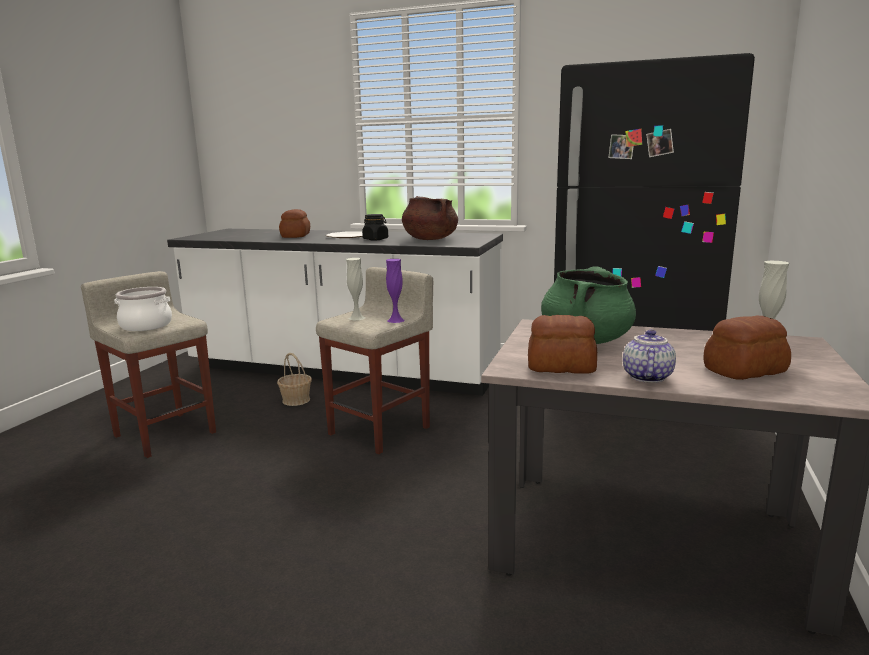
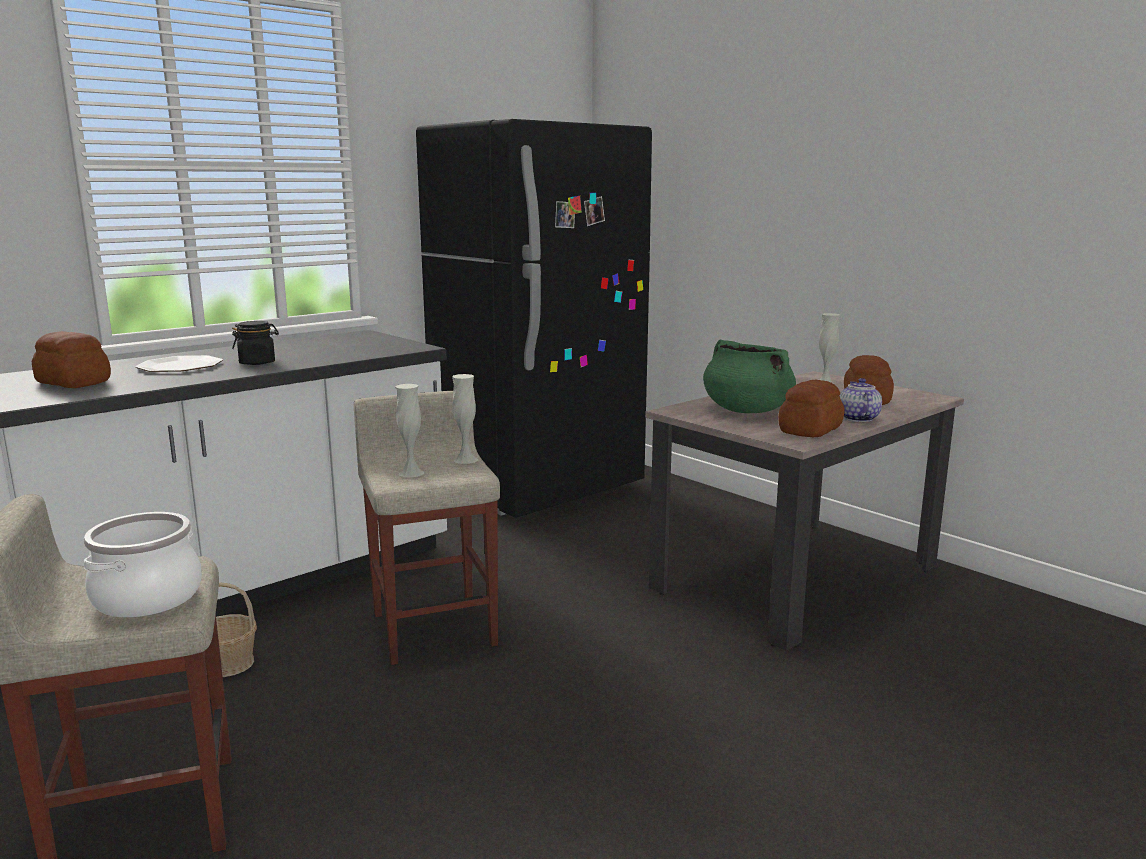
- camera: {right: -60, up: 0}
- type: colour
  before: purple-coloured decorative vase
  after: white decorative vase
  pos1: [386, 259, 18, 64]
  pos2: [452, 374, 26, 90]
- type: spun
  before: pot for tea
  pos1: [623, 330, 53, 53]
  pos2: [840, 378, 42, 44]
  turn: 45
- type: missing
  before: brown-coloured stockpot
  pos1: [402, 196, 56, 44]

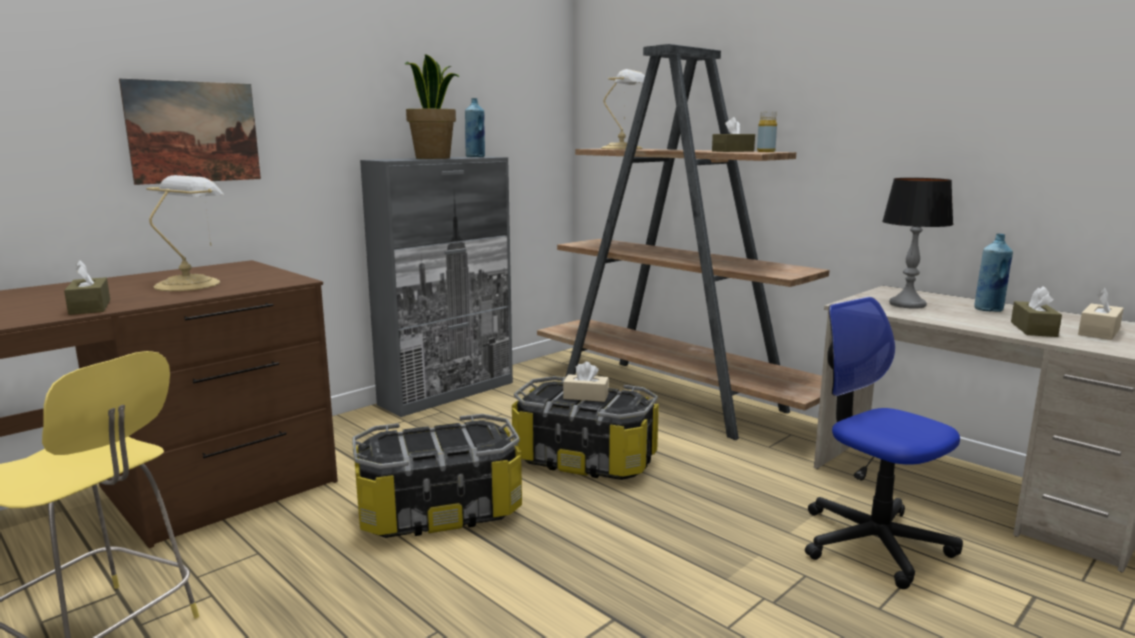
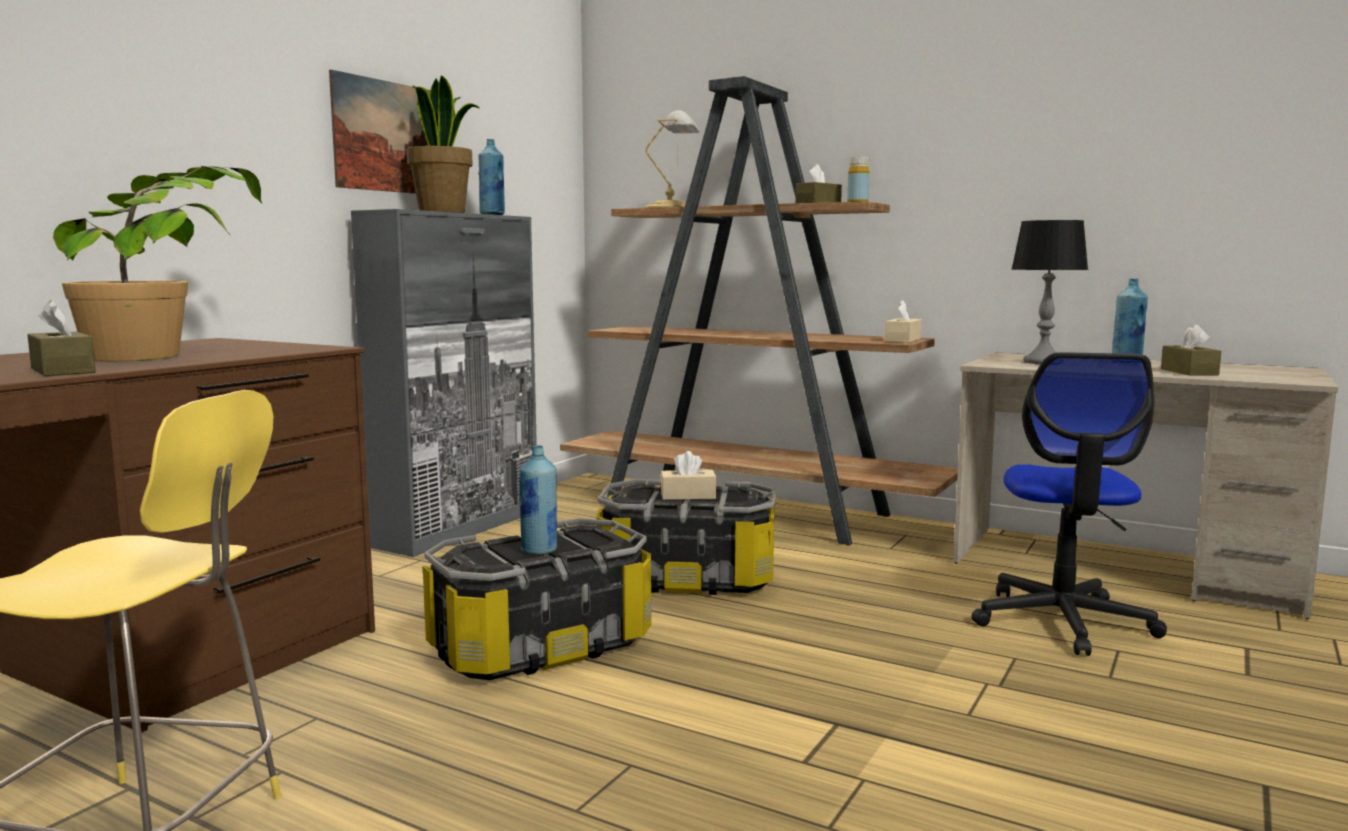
- camera: {right: -15, up: -5}
- type: exchanged
  before: table lamp
  after: potted plant
  pos1: [146, 175, 78, 116]
  pos2: [53, 166, 209, 195]
- type: relocated
  before: picture
  pos1: [119, 79, 142, 106]
  pos2: [329, 70, 101, 124]
- type: appeared
  after: blue drink bottle
  pos2: [519, 445, 38, 110]
- type: relocated
  before: beige tissue box
  pos1: [1078, 288, 46, 52]
  pos2: [885, 300, 37, 43]
- type: spun
  before: computer chair
  pos1: [805, 297, 158, 292]
  pos2: [971, 352, 196, 304]
  turn: -120

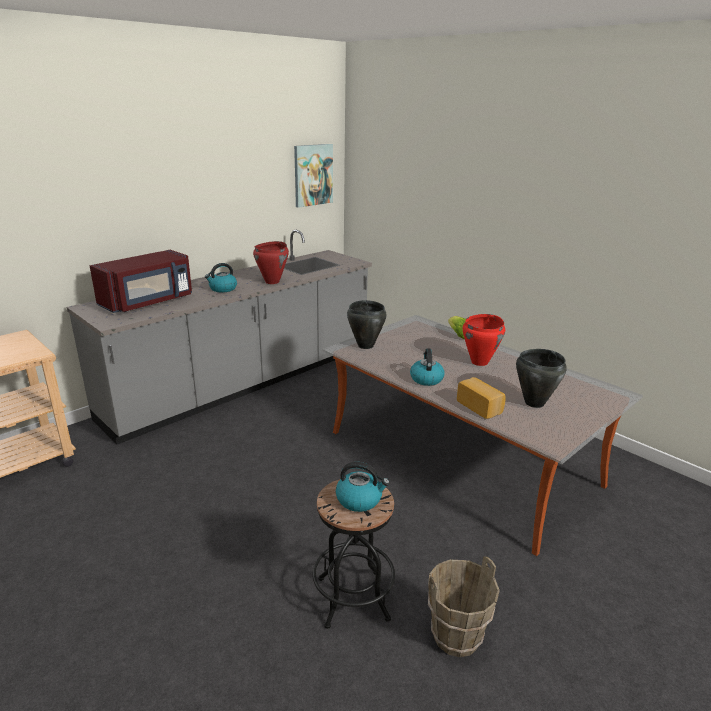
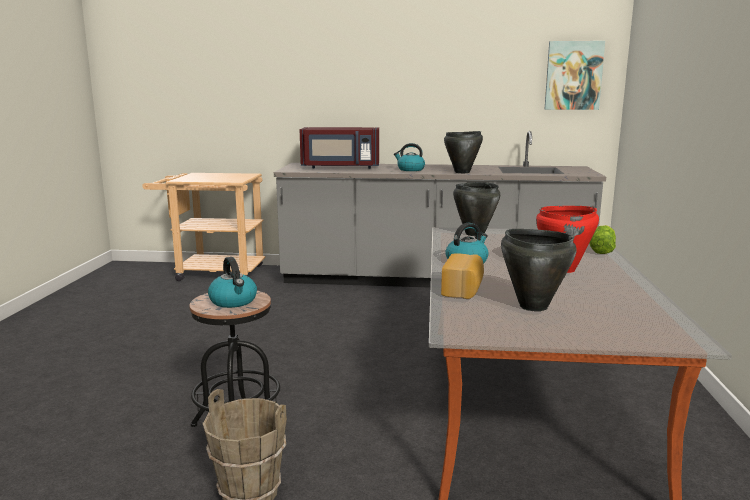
- camera: {right: 50, up: -10}
- type: colour
  before: red-coloured stockpot
  after: black stockpot
  pos1: [253, 241, 36, 43]
  pos2: [444, 131, 39, 42]

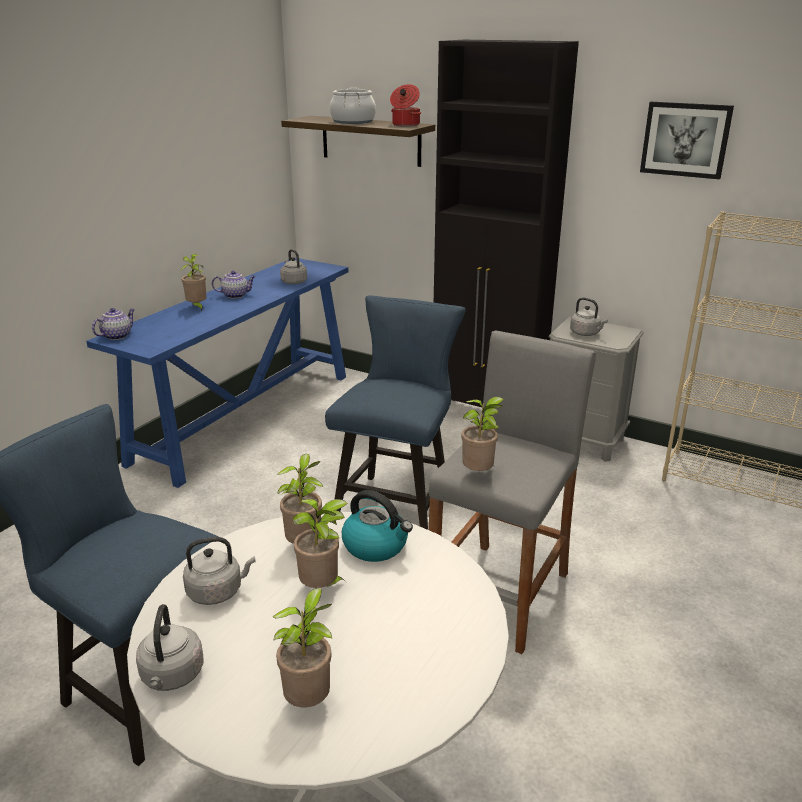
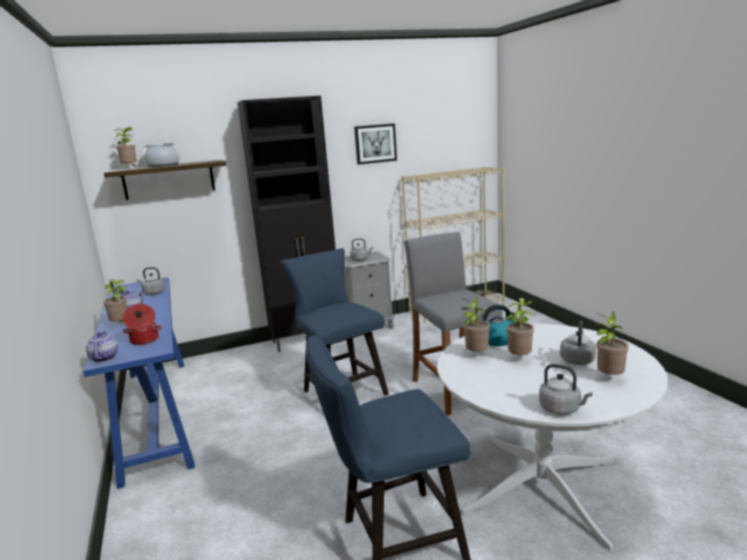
- camera: {right: -50, up: -10}
- type: relocated
  before: potted plant
  pos1: [461, 397, 43, 74]
  pos2: [115, 127, 22, 39]
- type: relocated
  before: stockpot
  pos1: [390, 84, 31, 43]
  pos2: [123, 304, 39, 41]
- type: relocated
  before: grey water kettle
  pos1: [183, 537, 73, 68]
  pos2: [560, 321, 36, 44]

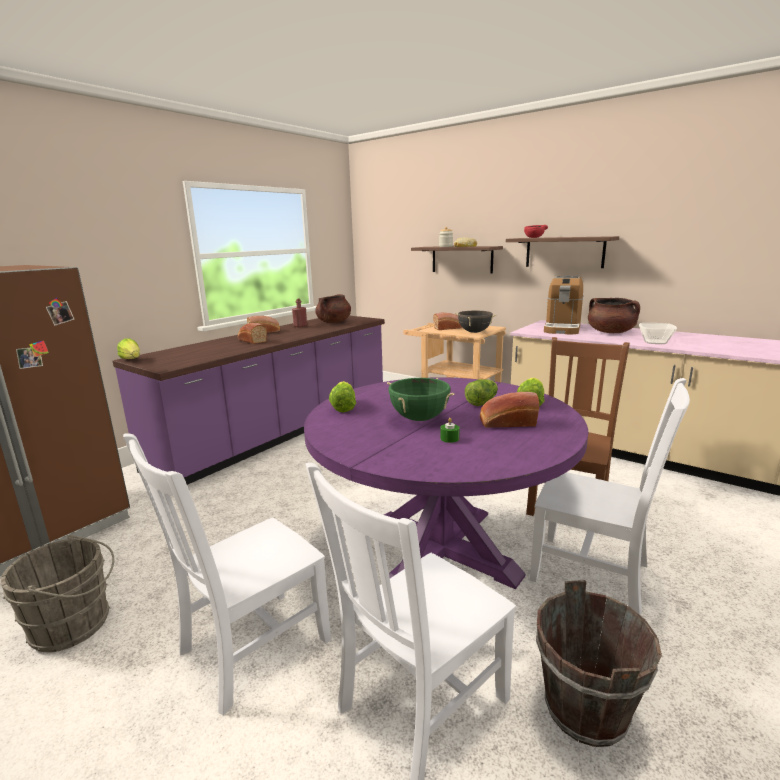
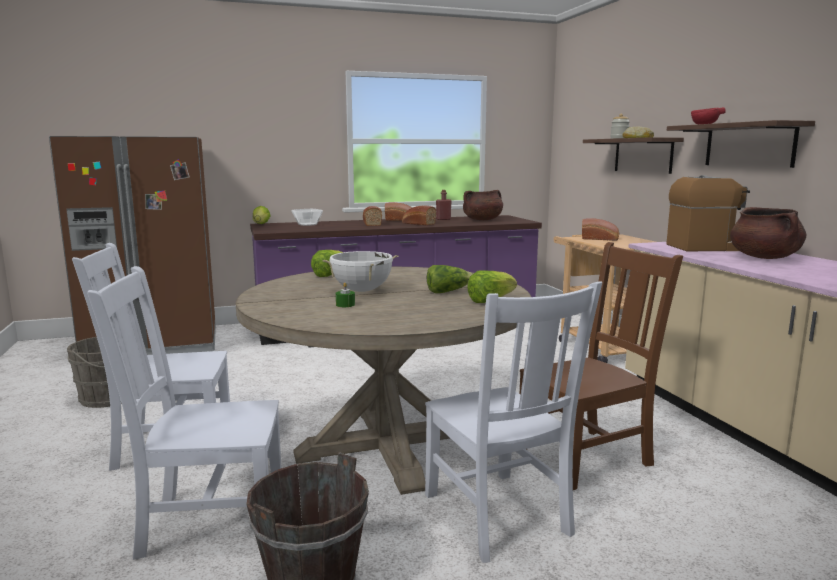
- camera: {right: 35, up: -5}
- type: colour
  before: purple-coloured dinner table
  after: beige dinner table
  pos1: [304, 377, 284, 212]
  pos2: [236, 267, 295, 228]
- type: relocated
  before: serving bowl
  pos1: [639, 323, 38, 21]
  pos2: [291, 209, 32, 17]
- type: colour
  before: greenish stockpot
  after: white stockpot
  pos1: [387, 378, 68, 43]
  pos2: [322, 251, 77, 41]
- type: relocated
  before: bread
  pos1: [480, 392, 59, 36]
  pos2: [402, 206, 34, 19]
- type: spun
  before: coffee brewer
  pos1: [544, 275, 39, 60]
  pos2: [666, 175, 84, 76]
  turn: -150
- type: missing
  before: black stockpot
  pos1: [455, 311, 41, 22]

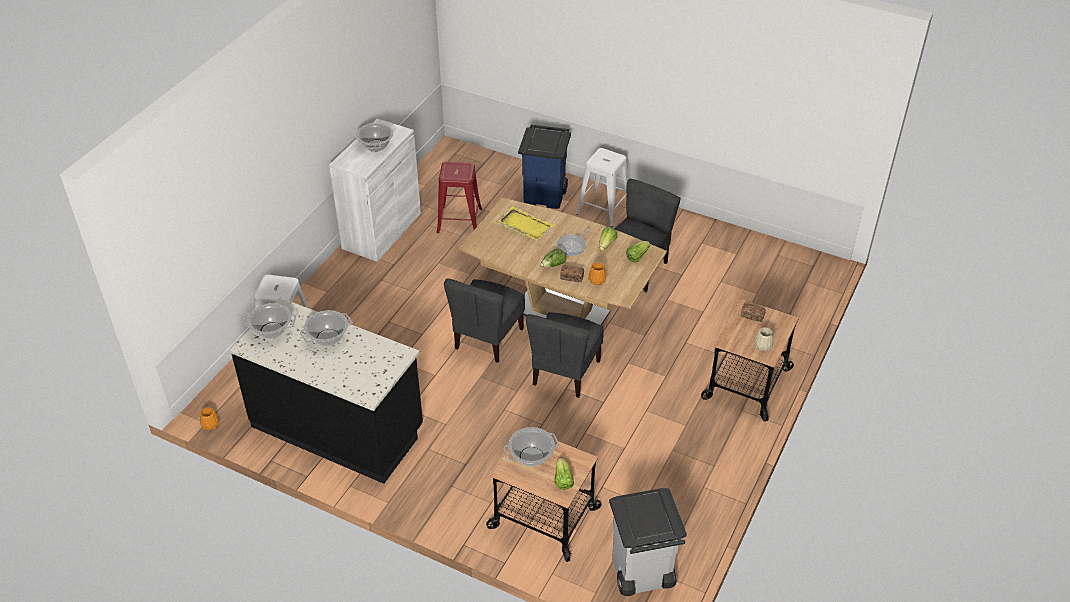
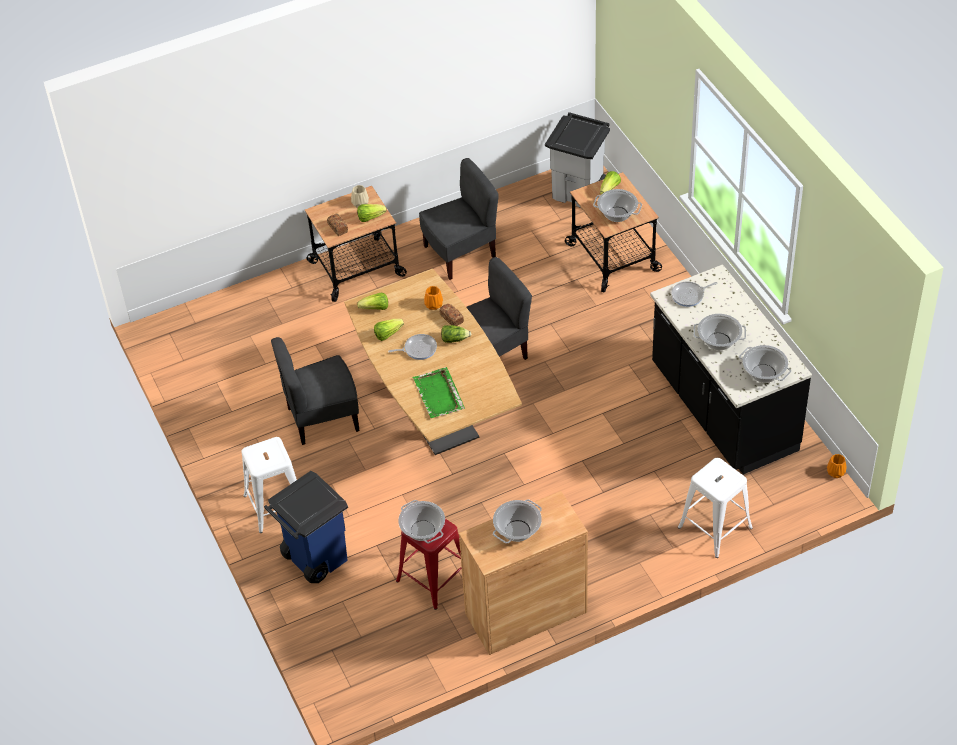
- camera: {right: -140, up: 5}
- type: appeared
  after: lettuce head
  pos2: [357, 204, 30, 18]
- type: appeared
  after: stockpot
  pos2: [398, 500, 47, 43]
- type: colour
  before: yellow-coloured serving tray
  after: greenish serving tray
  pos1: [496, 206, 59, 35]
  pos2: [413, 367, 52, 51]
- type: relocated
  before: grey chair
  pos1: [444, 279, 81, 84]
  pos2: [419, 158, 80, 122]
- type: colour
  before: white cupboard
  after: brown-coloured cupboard
  pos1: [329, 119, 92, 143]
  pos2: [459, 491, 129, 164]
- type: appeared
  after: skillet
  pos2: [671, 281, 47, 26]

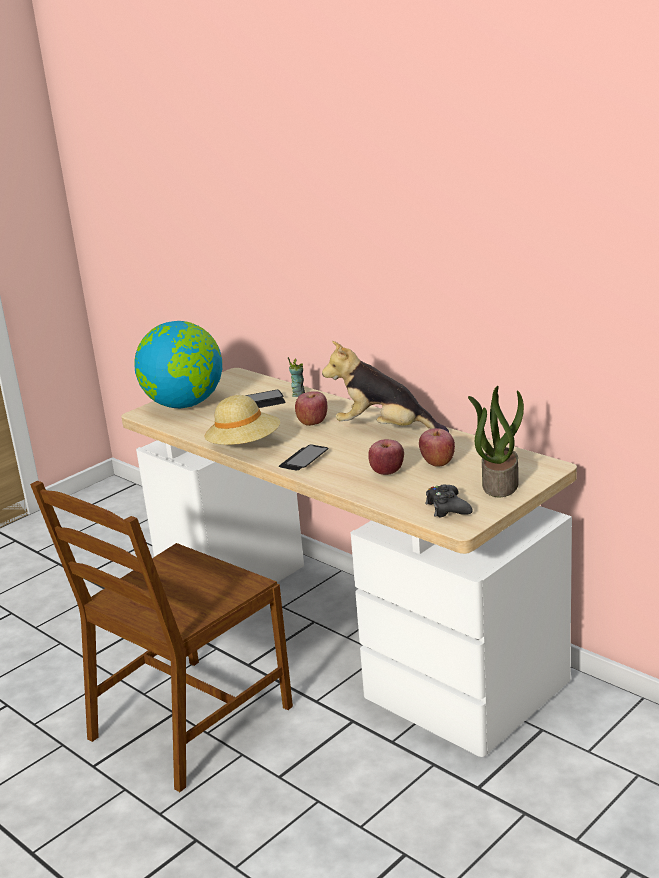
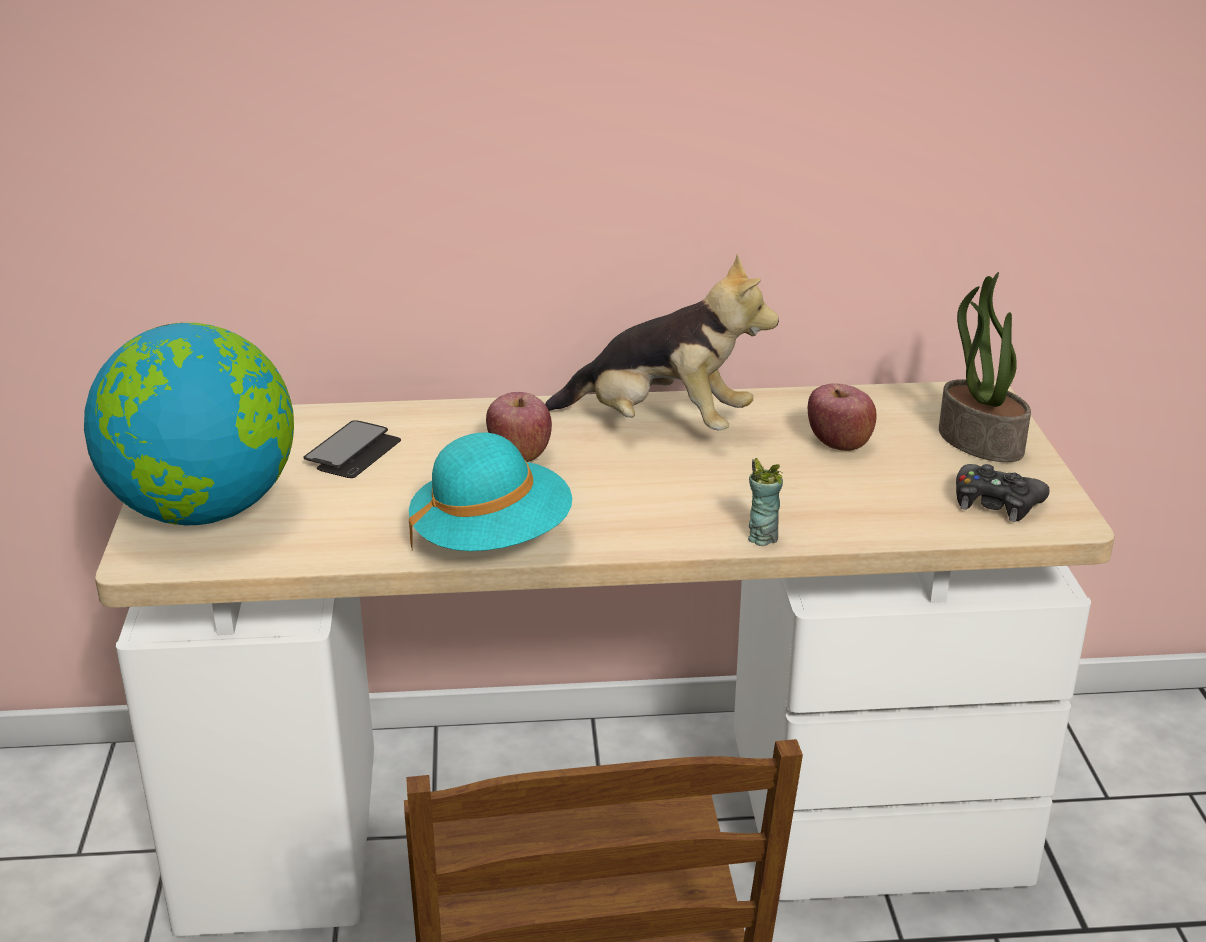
- camera: {right: -50, up: 5}
- type: colour
  before: beige wearable hat
  after: turquoise-coloured wearable hat
  pos1: [204, 395, 76, 50]
  pos2: [409, 432, 163, 119]
- type: spun
  before: cuddly toy
  pos1: [322, 341, 127, 91]
  pos2: [545, 254, 234, 177]
  turn: -135
- type: relocated
  before: cup
  pos1: [288, 357, 17, 40]
  pos2: [748, 458, 35, 88]
- type: missing
  before: telephone
  pos1: [279, 445, 50, 25]
- type: missing
  before: apple
  pos1: [368, 439, 36, 36]

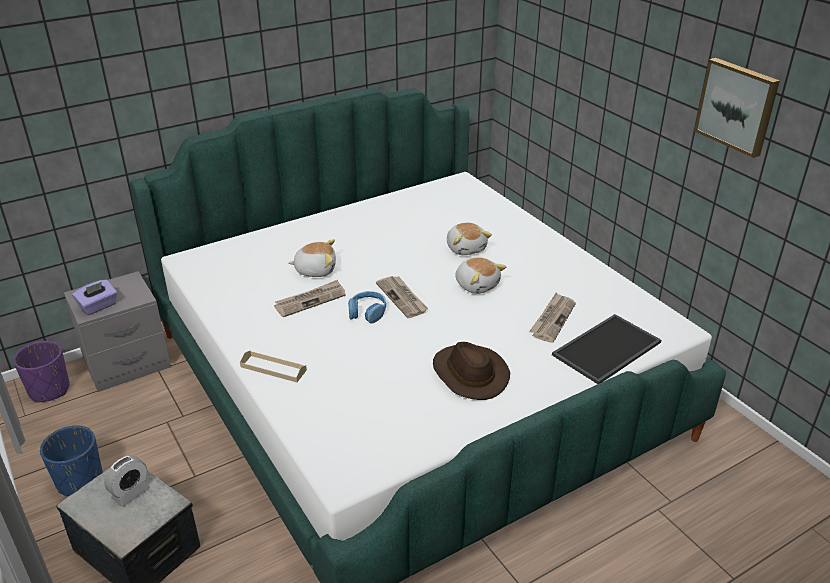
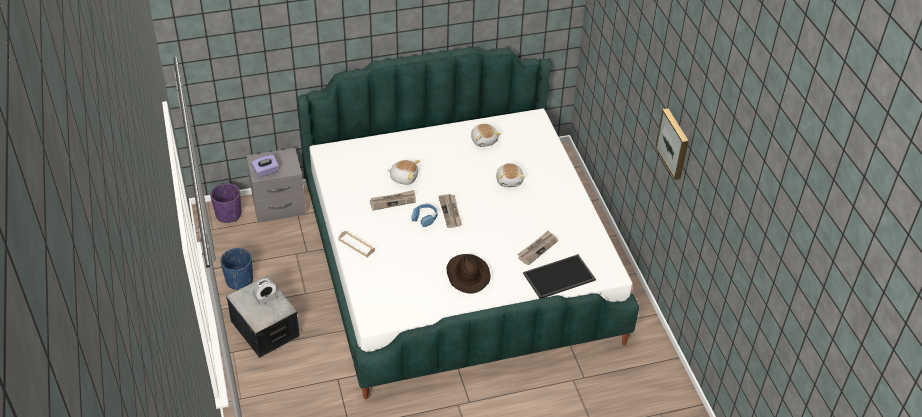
- camera: {right: 15, up: 10}
- type: relocated
  before: cuddly toy
  pos1: [455, 257, 51, 37]
  pos2: [471, 124, 30, 23]

